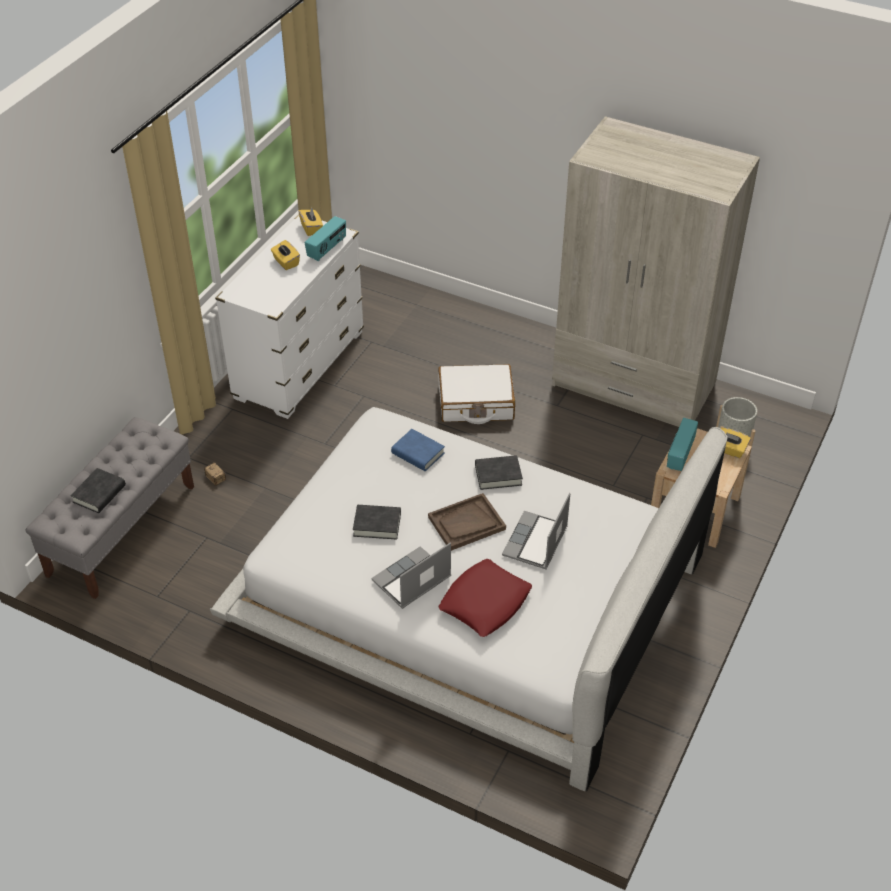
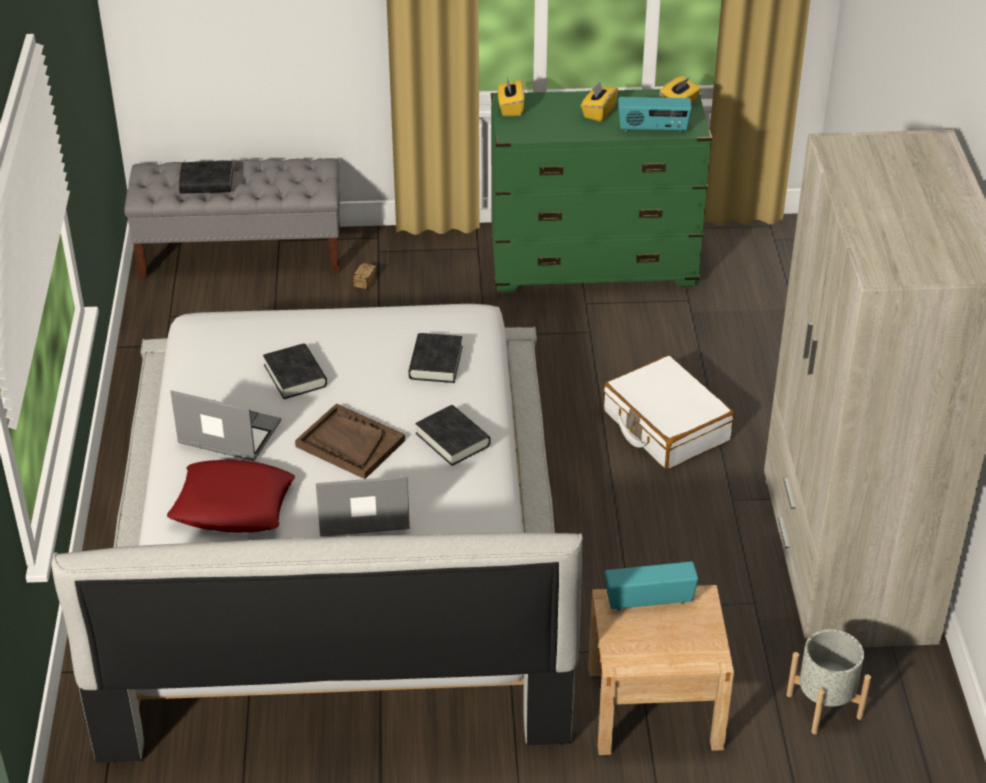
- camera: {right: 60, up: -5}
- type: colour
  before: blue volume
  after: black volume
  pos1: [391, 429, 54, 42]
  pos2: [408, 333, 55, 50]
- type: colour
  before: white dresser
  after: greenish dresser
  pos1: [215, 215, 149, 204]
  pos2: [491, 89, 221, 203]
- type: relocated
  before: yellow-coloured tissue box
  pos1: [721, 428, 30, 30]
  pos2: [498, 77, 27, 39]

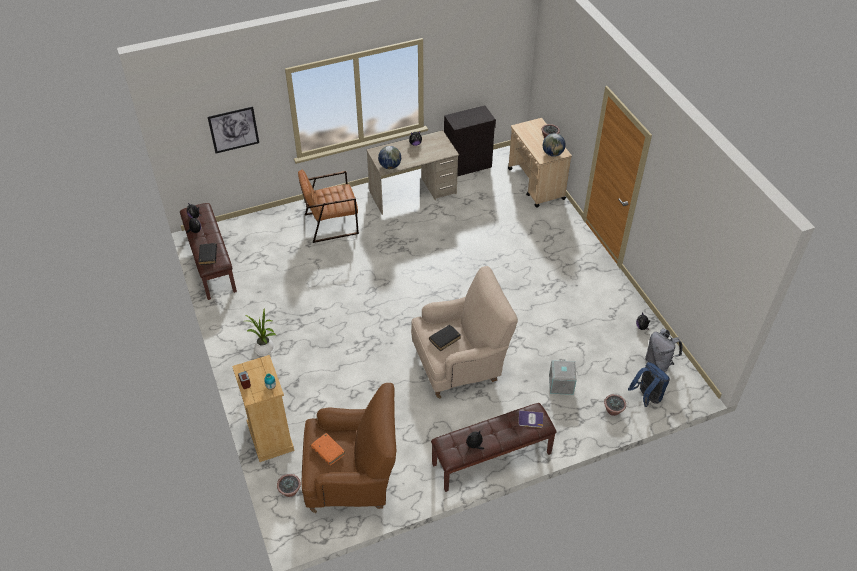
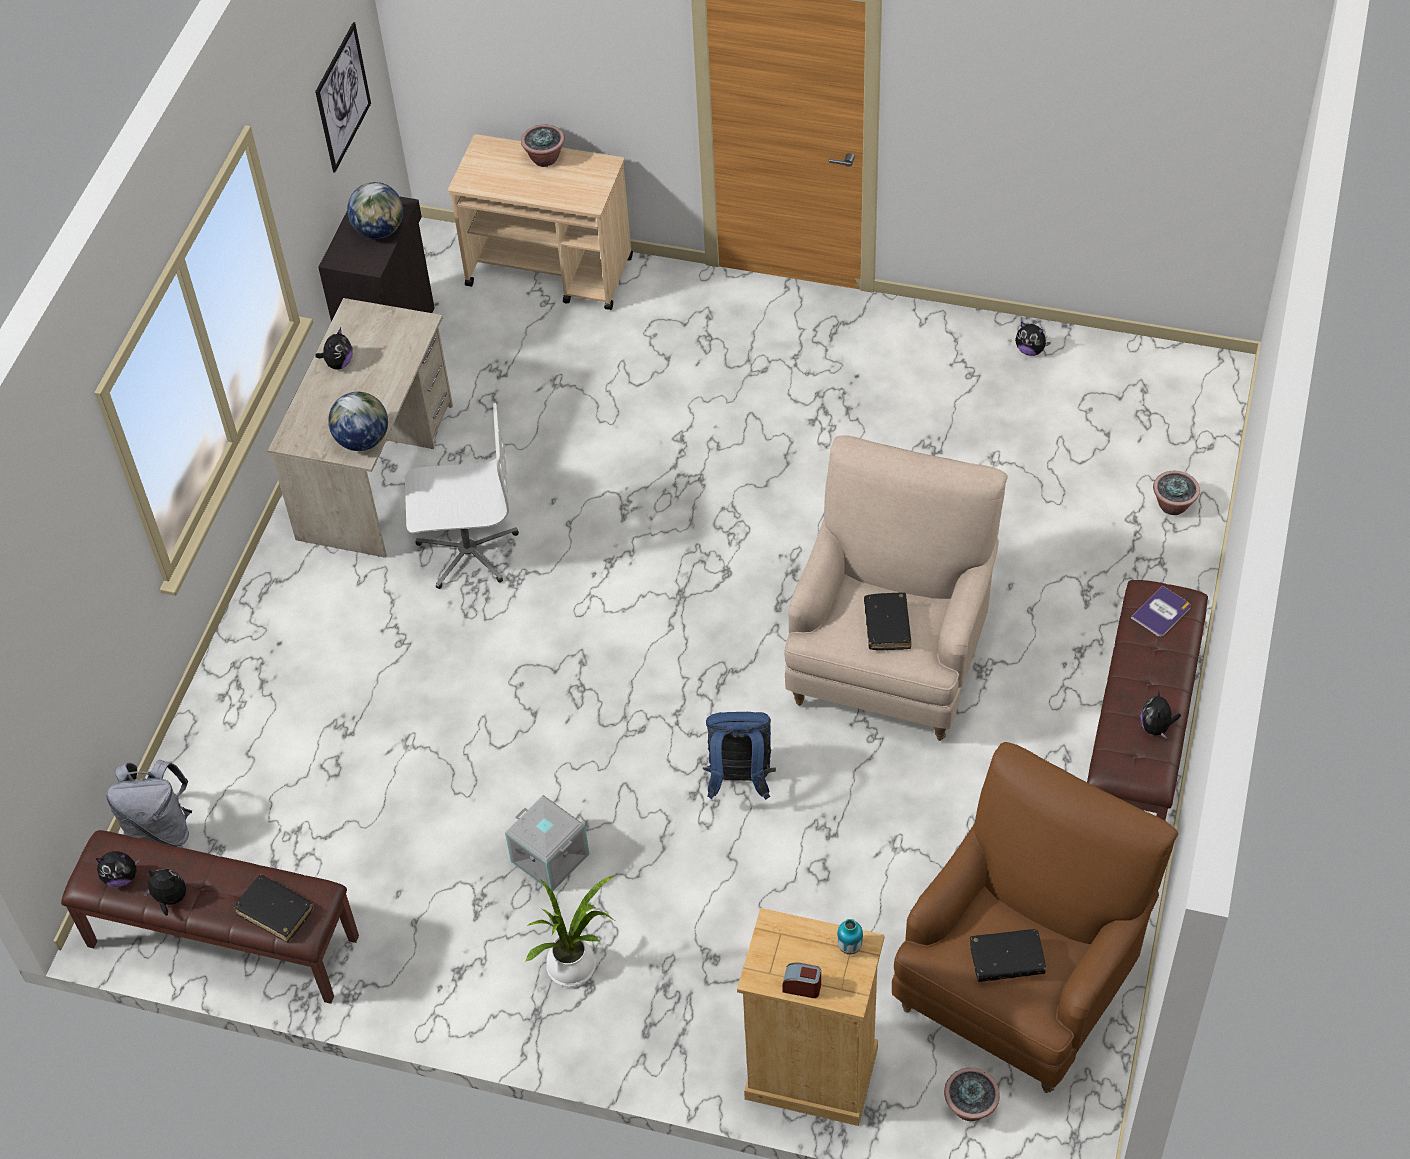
- camera: {right: -50, up: 5}
- type: relocated
  before: grey knapsack
  pos1: [645, 328, 37, 44]
  pos2: [107, 760, 85, 87]
- type: relocated
  before: picture
  pos1: [207, 106, 52, 47]
  pos2: [315, 22, 56, 151]
- type: relocated
  before: desk globe
  pos1: [543, 133, 23, 24]
  pos2: [347, 182, 56, 57]
- type: appeared
  after: white computer chair
  pos2: [405, 403, 114, 186]
- type: relocated
  before: grey storage container
  pos1: [549, 359, 27, 36]
  pos2: [505, 795, 84, 97]
- type: relocated
  before: blue knapsack
  pos1: [628, 362, 42, 45]
  pos2: [703, 712, 73, 88]
- type: colour
  before: orange-coloured volume
  after: black volume
  pos1: [311, 433, 34, 32]
  pos2: [970, 929, 76, 53]
- type: missing
  before: brown-coloured armchair
  pos1: [298, 169, 61, 74]

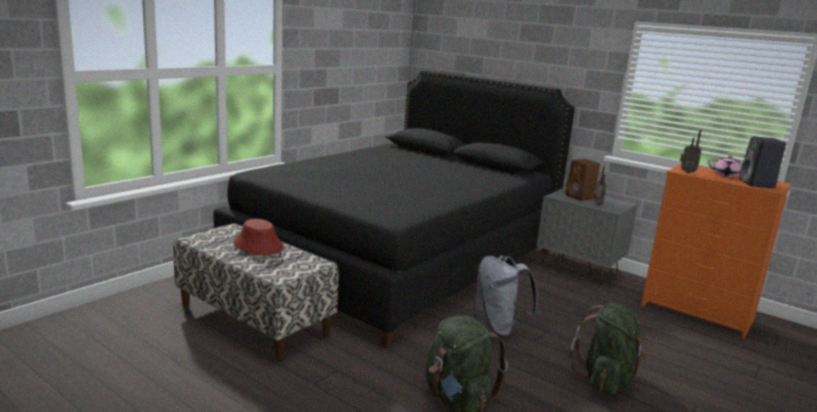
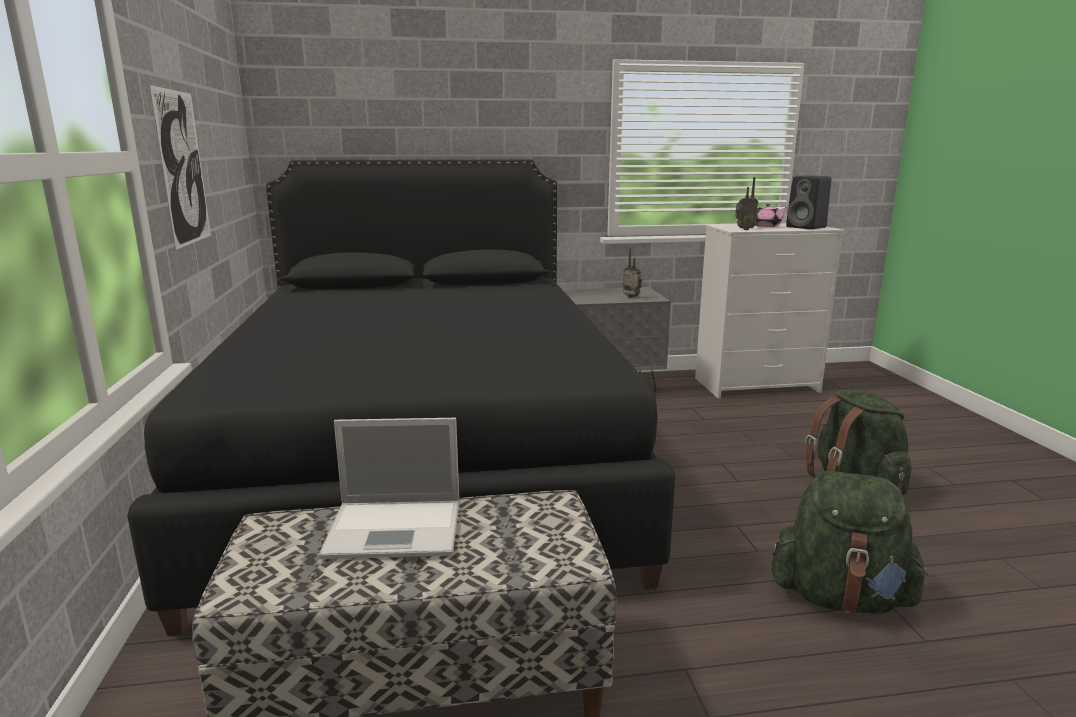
- camera: {right: -45, up: 0}
- type: appeared
  after: picture
  pos2: [149, 85, 62, 165]
- type: exchanged
  before: red-coloured wearable hat
  after: portable computer
  pos1: [233, 219, 51, 36]
  pos2: [318, 418, 141, 141]
- type: colour
  before: orange-coloured dresser
  after: white dresser
  pos1: [641, 163, 150, 176]
  pos2: [695, 223, 149, 175]
- type: missing
  before: grey knapsack
  pos1: [474, 256, 64, 81]
- type: missing
  before: brown-coloured audio speaker
  pos1: [565, 159, 35, 42]

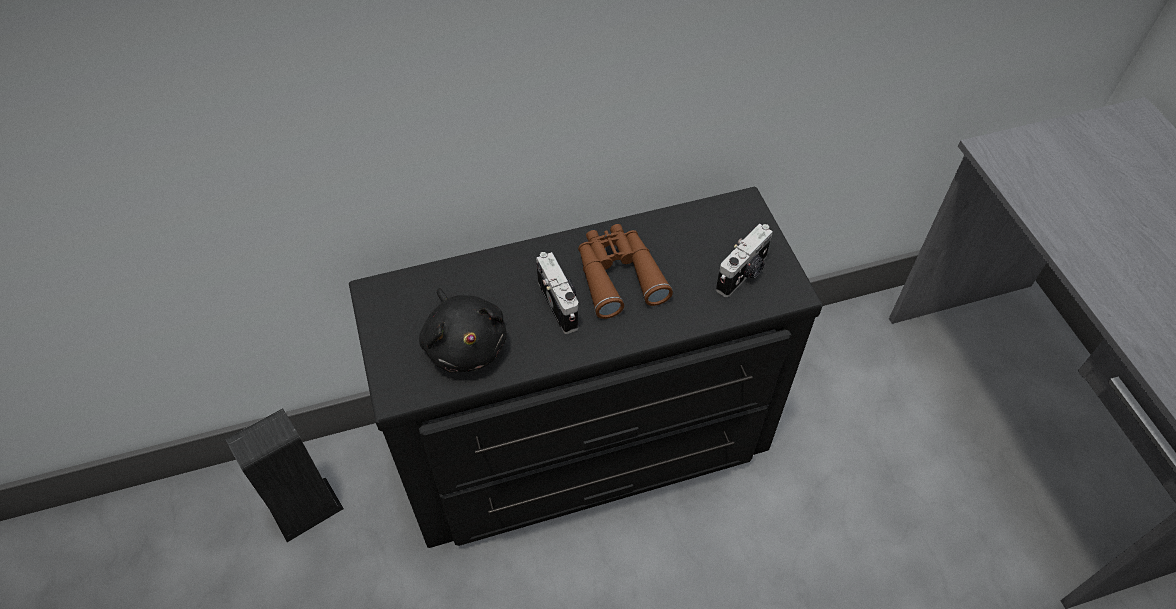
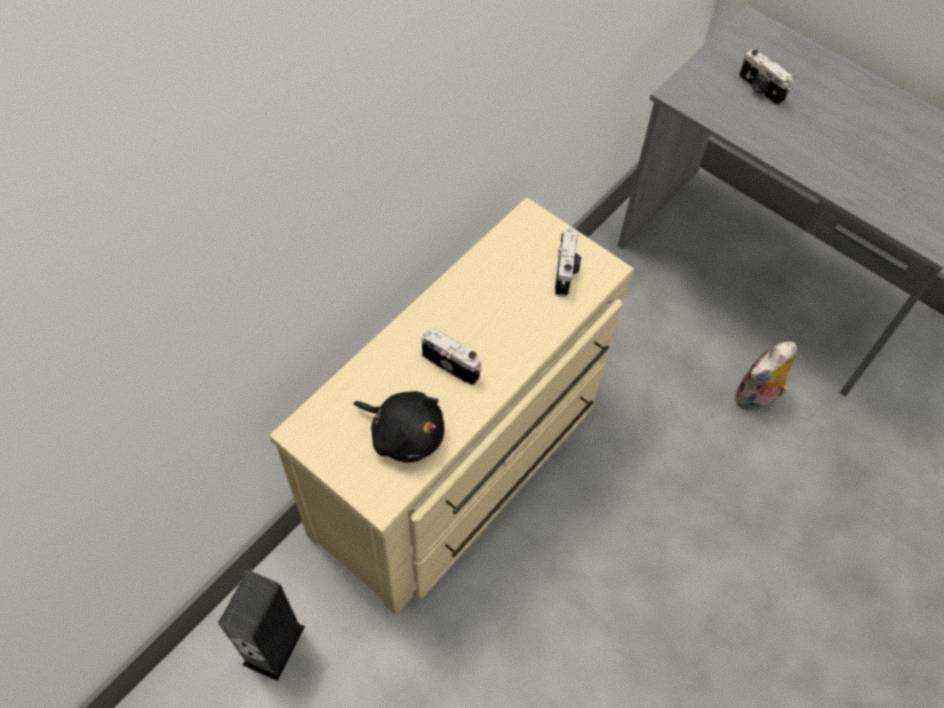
- camera: {right: -35, up: 5}
- type: colour
  before: black dresser
  after: beige dresser
  pos1: [349, 187, 474, 361]
  pos2: [270, 198, 364, 417]
- type: appeared
  after: cuddly toy
  pos2: [734, 341, 63, 70]
- type: appeared
  after: still camera
  pos2: [739, 49, 53, 57]
- type: missing
  before: brown-coloured binoculars
  pos1: [578, 224, 95, 95]

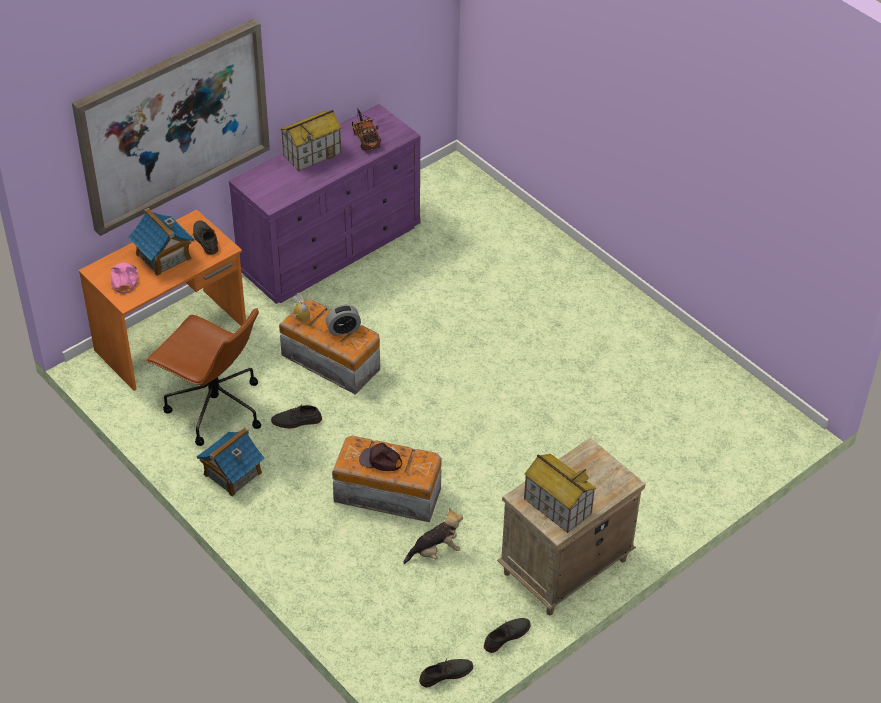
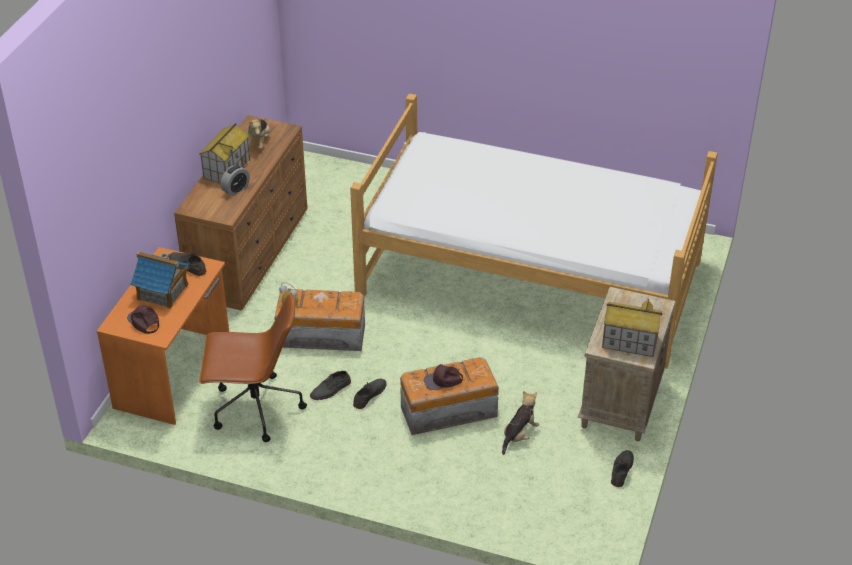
- camera: {right: -30, up: -5}
- type: colour
  before: pink-coloured peaked cap
  after: brown-coloured peaked cap
  pos1: [111, 262, 27, 32]
  pos2: [127, 306, 32, 28]
- type: colour
  before: purple-coloured dresser
  after: brown-coloured dresser
  pos1: [229, 104, 191, 200]
  pos2: [174, 115, 134, 196]
- type: relocated
  before: alarm clock
  pos1: [326, 305, 35, 31]
  pos2: [221, 165, 29, 31]
- type: exchanged
  before: toy lorry
  after: cuddly toy
  pos1: [352, 108, 29, 42]
  pos2: [246, 118, 24, 31]
- type: appeared
  after: bed
  pos2: [350, 94, 368, 275]
- type: relocated
  before: grey low shoe
  pos1: [419, 658, 54, 30]
  pos2: [353, 379, 34, 30]
- type: missing
  before: picture
  pos1: [72, 18, 198, 218]
- type: missing
  before: model house
  pos1: [197, 427, 67, 70]

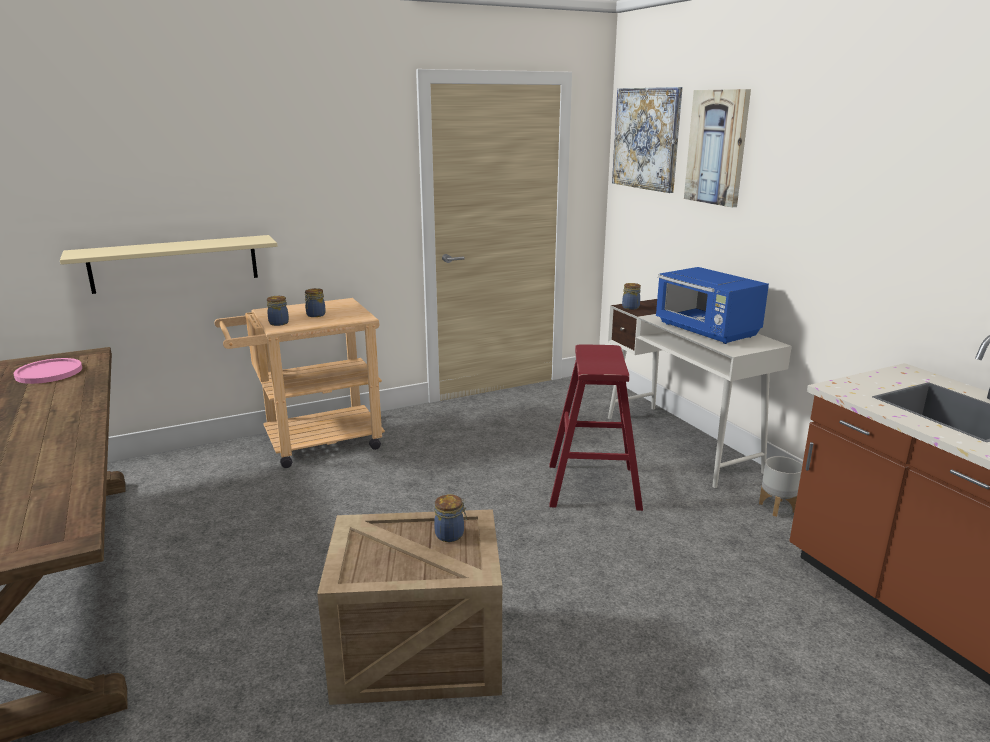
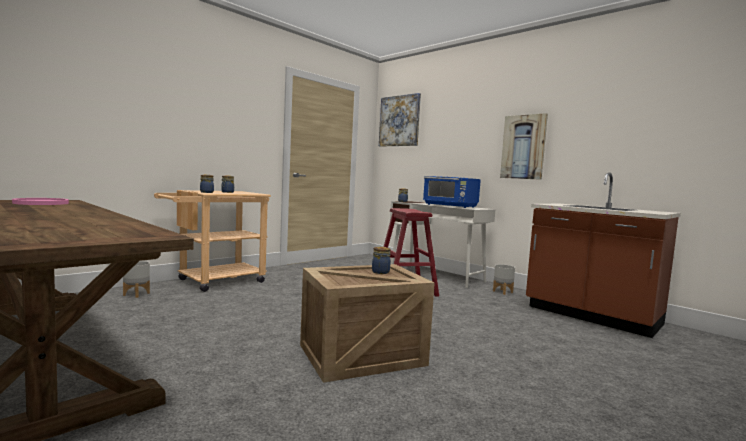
- camera: {right: -20, up: -15}
- type: appeared
  after: grey flower pot
  pos2: [123, 261, 27, 37]
- type: relocated
  before: picture
  pos1: [684, 89, 67, 118]
  pos2: [500, 113, 48, 67]
- type: missing
  before: beige bracket shelf
  pos1: [60, 235, 217, 59]

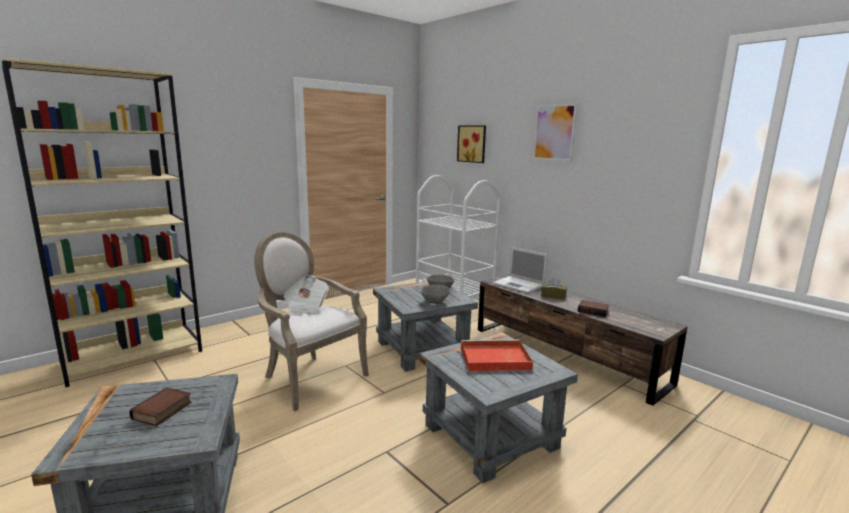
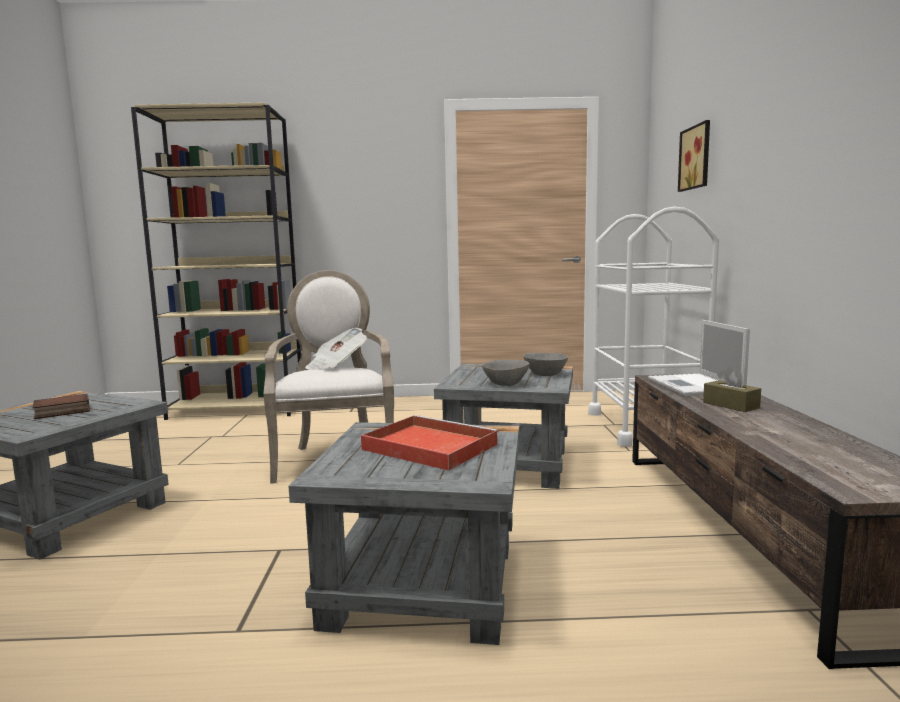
- camera: {right: 40, up: -5}
- type: missing
  before: picture
  pos1: [532, 103, 46, 59]
- type: missing
  before: volume
  pos1: [578, 300, 31, 17]

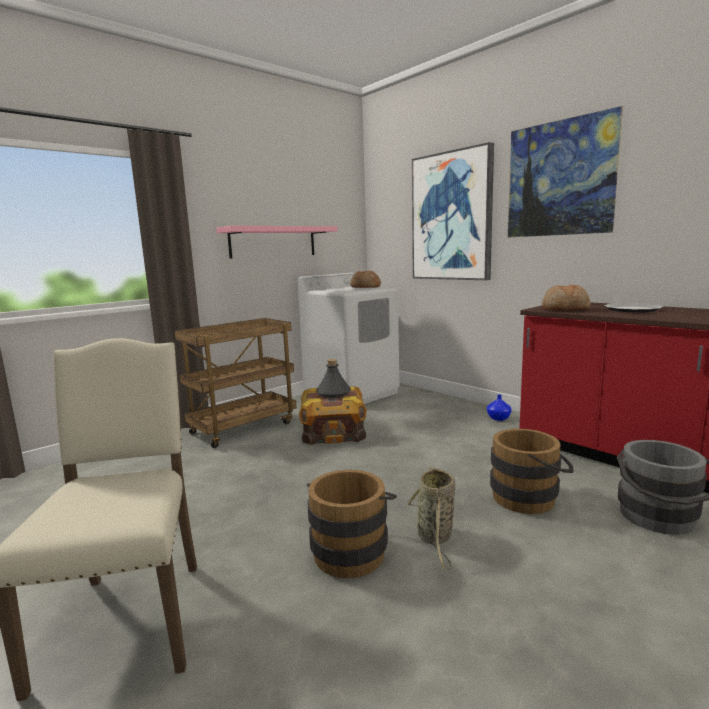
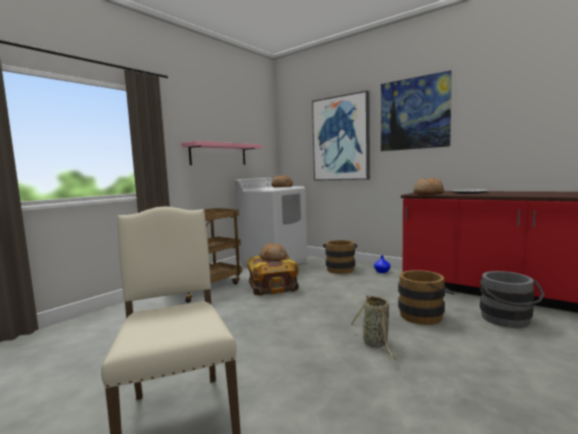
- camera: {right: -10, up: -5}
- type: exchanged
  before: grey drink bottle
  after: bread
  pos1: [316, 359, 35, 39]
  pos2: [260, 243, 27, 18]
- type: relocated
  before: brown-coloured pail
  pos1: [307, 470, 90, 108]
  pos2: [323, 240, 34, 34]

